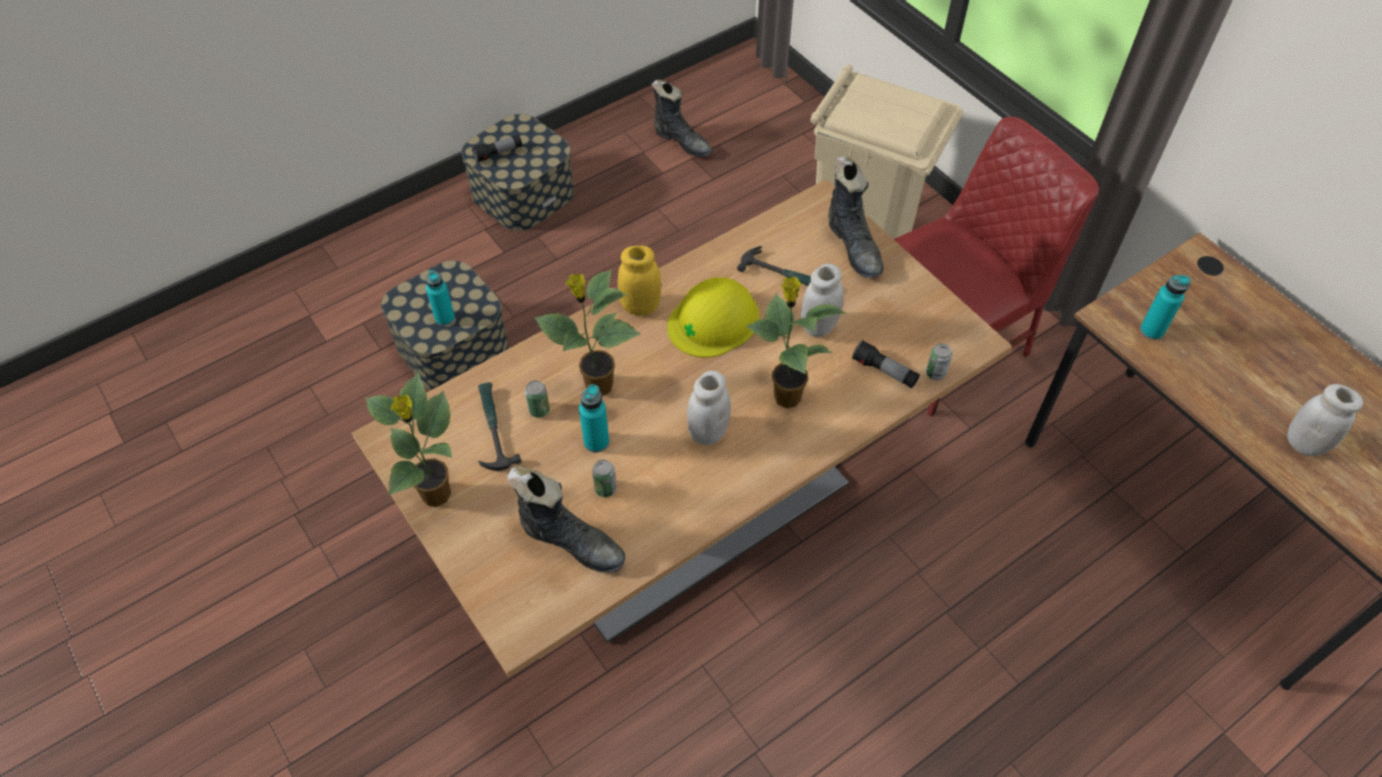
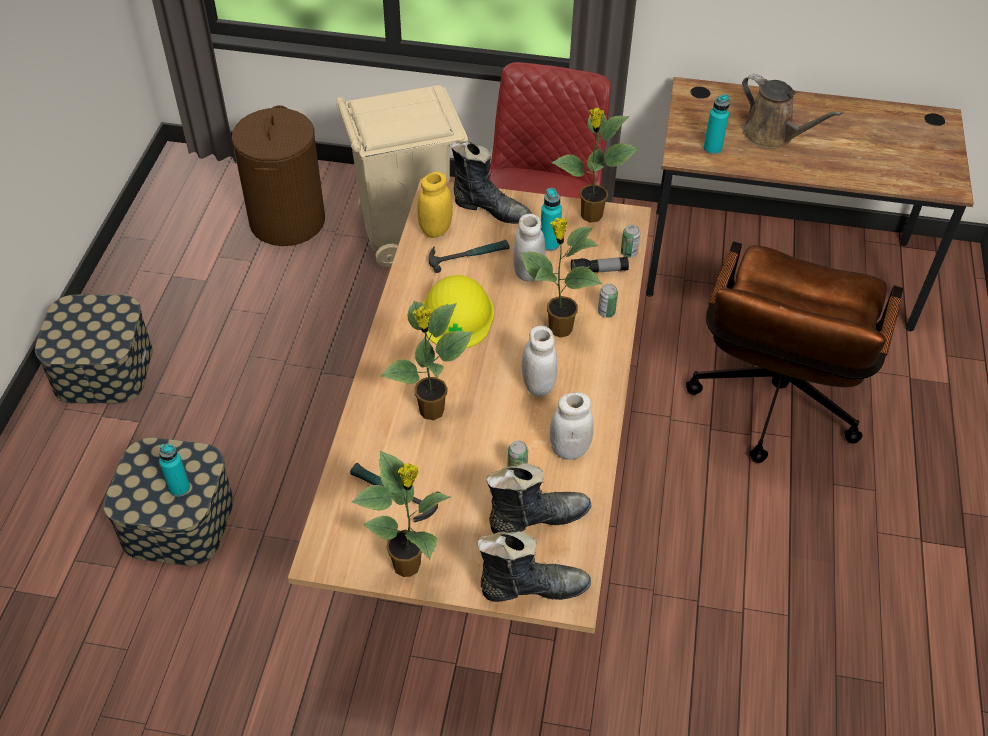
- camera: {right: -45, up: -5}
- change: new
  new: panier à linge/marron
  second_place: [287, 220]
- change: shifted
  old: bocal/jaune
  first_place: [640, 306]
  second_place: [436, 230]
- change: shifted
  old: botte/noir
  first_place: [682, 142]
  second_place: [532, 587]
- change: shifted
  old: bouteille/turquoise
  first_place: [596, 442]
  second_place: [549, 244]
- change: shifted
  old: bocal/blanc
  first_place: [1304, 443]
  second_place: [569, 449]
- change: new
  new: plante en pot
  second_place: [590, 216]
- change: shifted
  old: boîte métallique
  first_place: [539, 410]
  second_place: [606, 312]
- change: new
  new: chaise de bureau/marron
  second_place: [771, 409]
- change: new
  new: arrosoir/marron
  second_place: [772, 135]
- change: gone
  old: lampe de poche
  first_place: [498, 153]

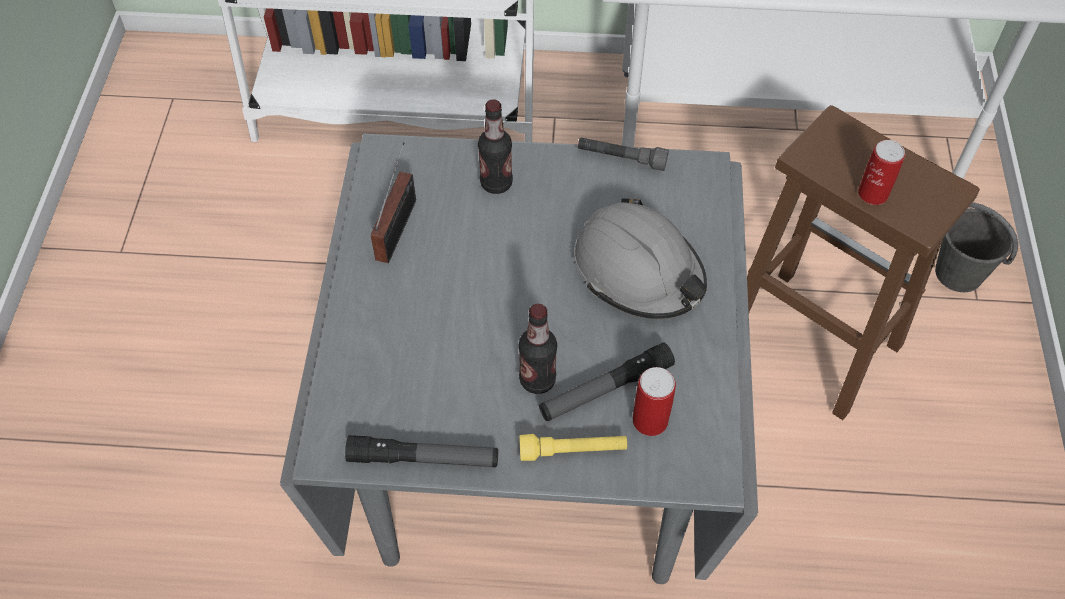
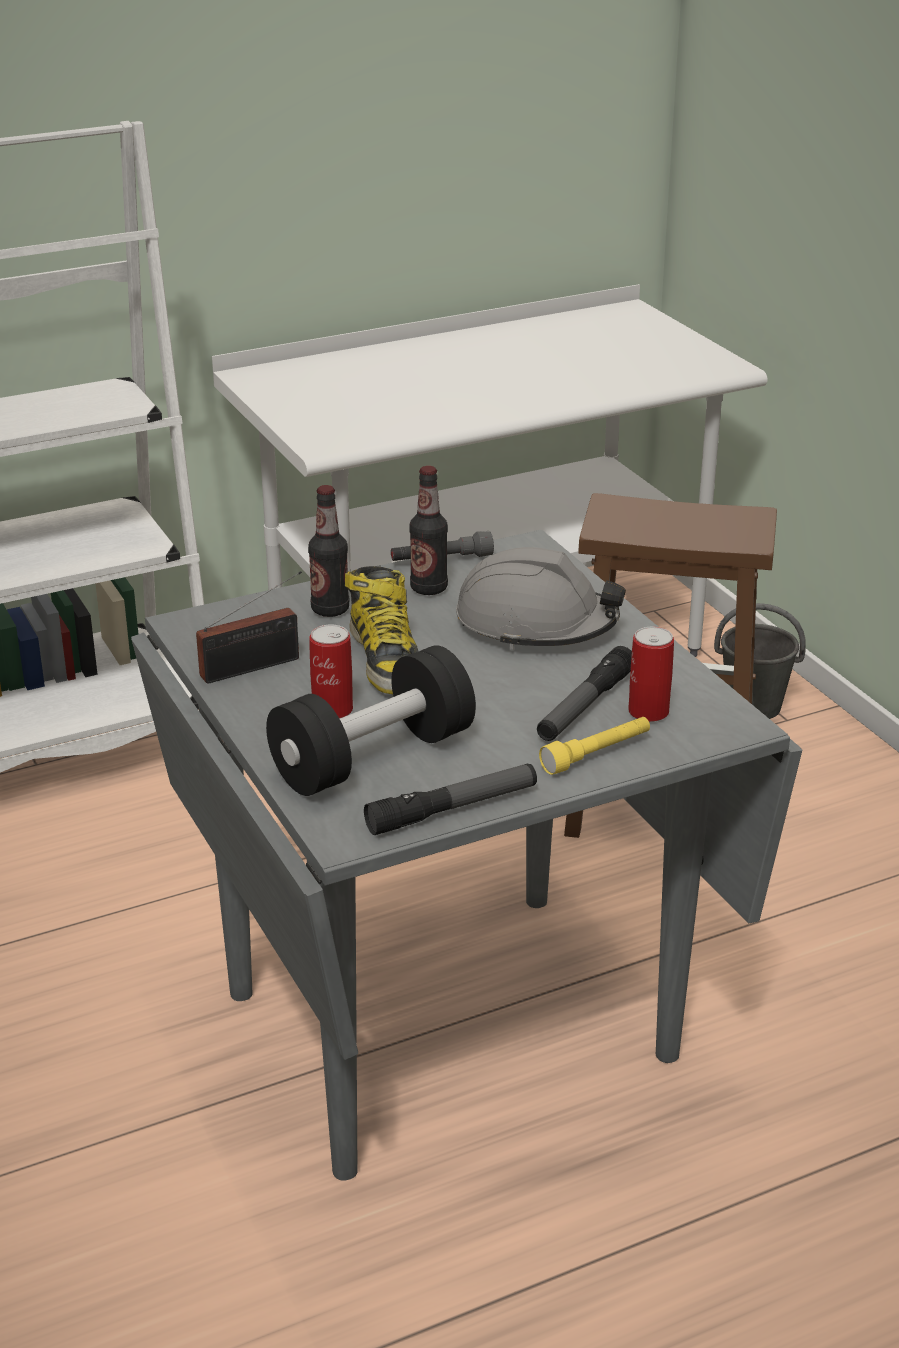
- camera: {right: -30, up: -25}
- change: rotated
  old: radio
  first_place: [399, 226]
  second_place: [256, 666]
  degrees: 75
- change: new
  new: haltère/noir
  second_place: [373, 757]
- change: shifted
  old: boîte métallique
  first_place: [873, 194]
  second_place: [332, 710]
- change: new
  new: botte
  second_place: [386, 659]
- change: shifted
  old: bouteille
  first_place: [537, 380]
  second_place: [429, 588]

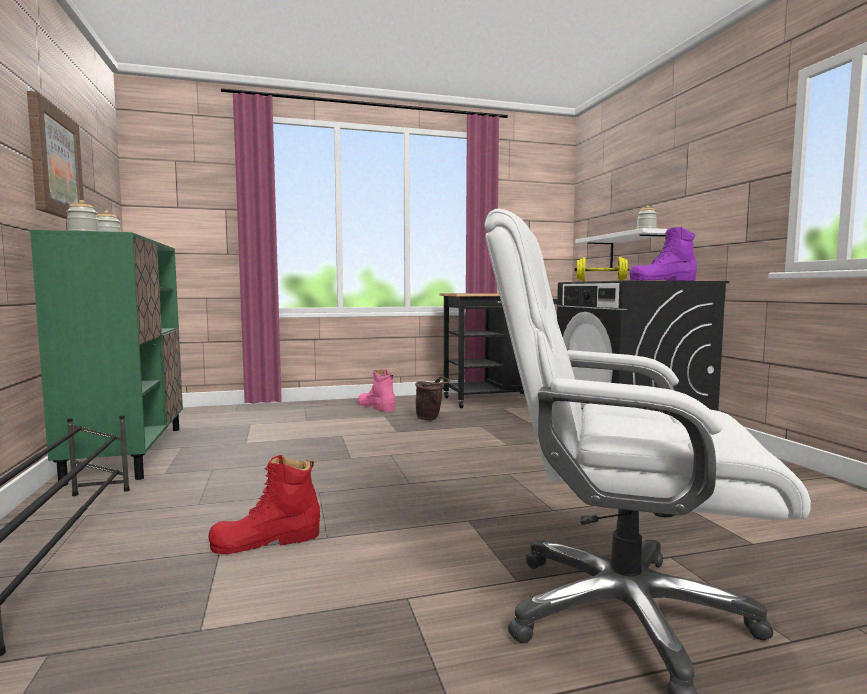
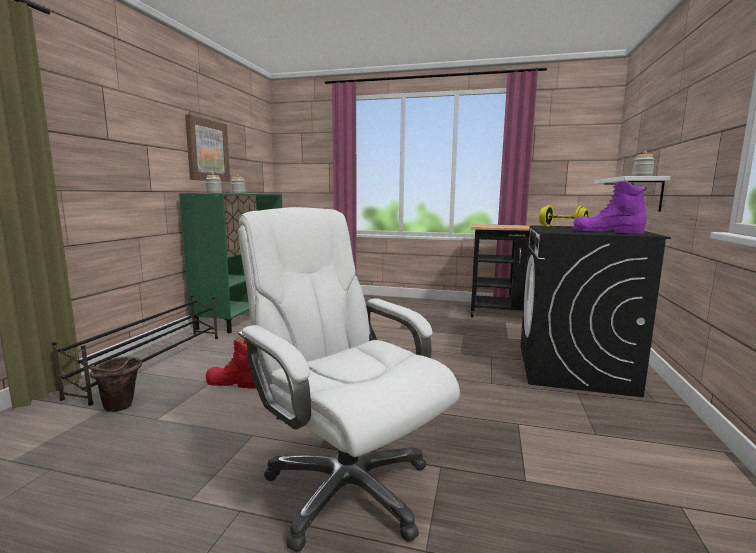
- camera: {right: 30, up: 5}
- change: shifted
  old: seau/marron
  first_place: [431, 418]
  second_place: [121, 408]
- change: gone
  old: botte/rose
  first_place: [376, 407]

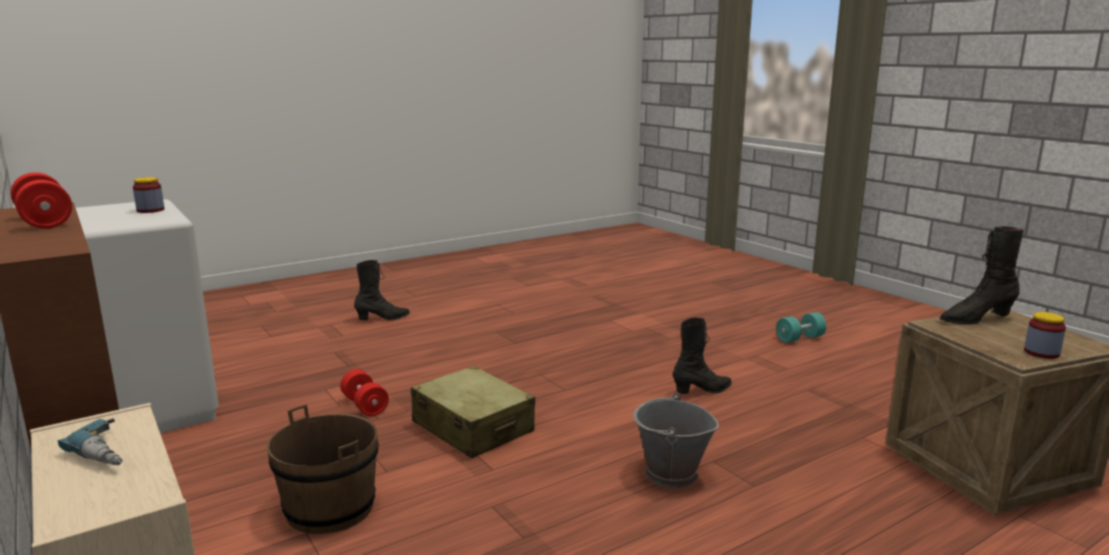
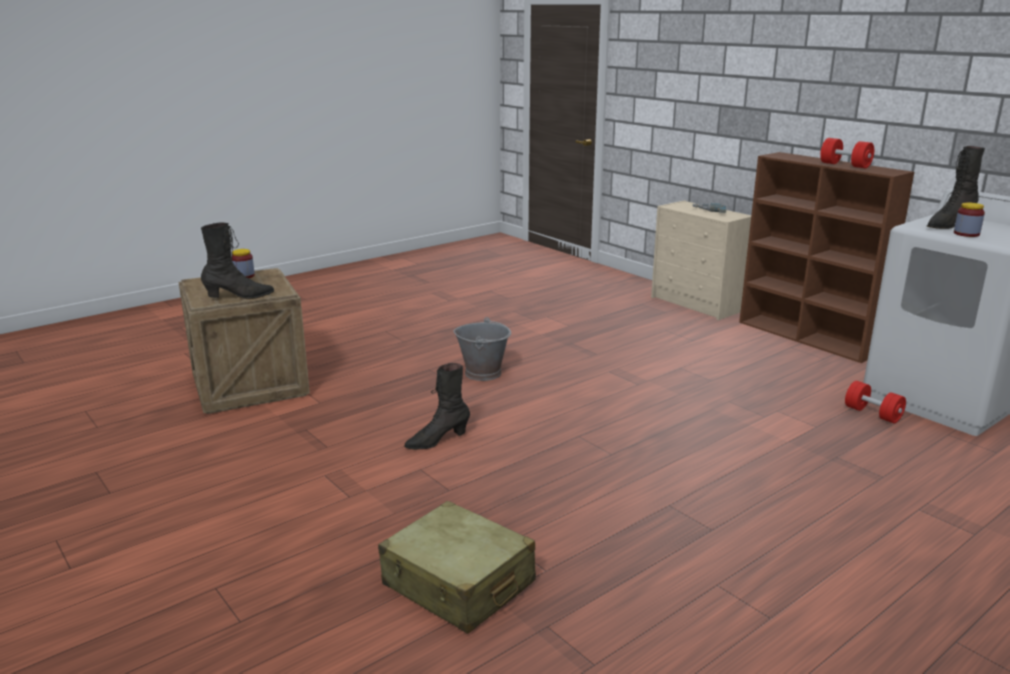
- camera: {right: 175, up: 5}
- change: shifted
  old: valise/beige
  first_place: [473, 427]
  second_place: [458, 584]
- change: shifted
  old: haltère/rouge
  first_place: [365, 405]
  second_place: [872, 414]
- change: shifted
  old: botte/noir
  first_place: [383, 318]
  second_place: [948, 225]
- change: gone
  old: seau/marron
  first_place: [330, 508]
- change: gone
  old: haltère/turquoise
  first_place: [800, 338]

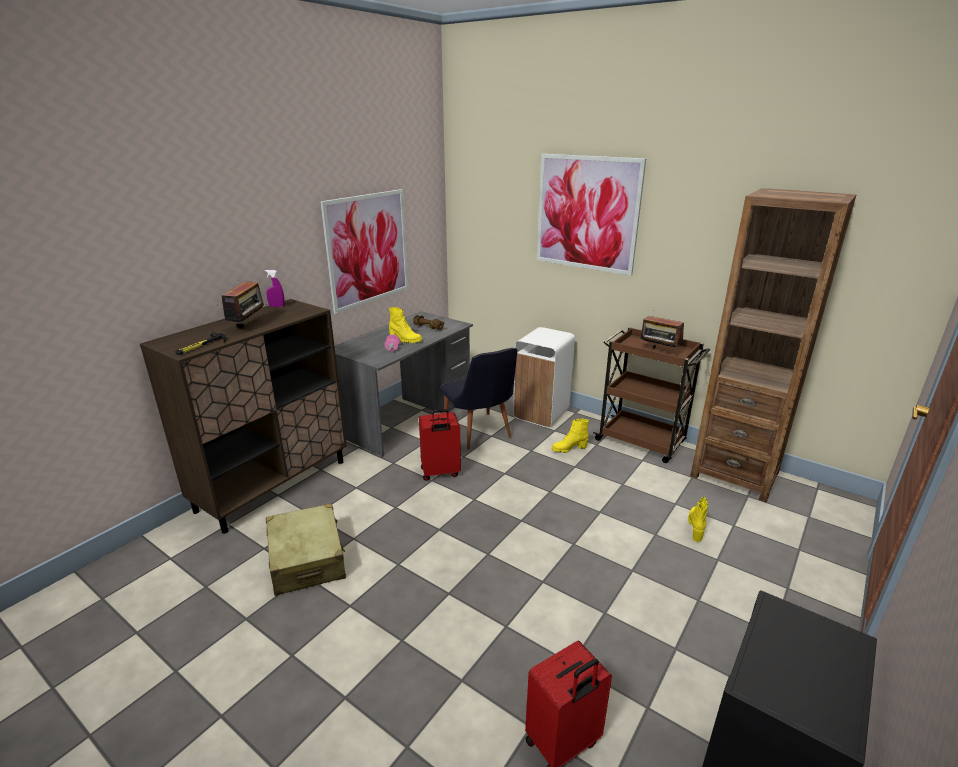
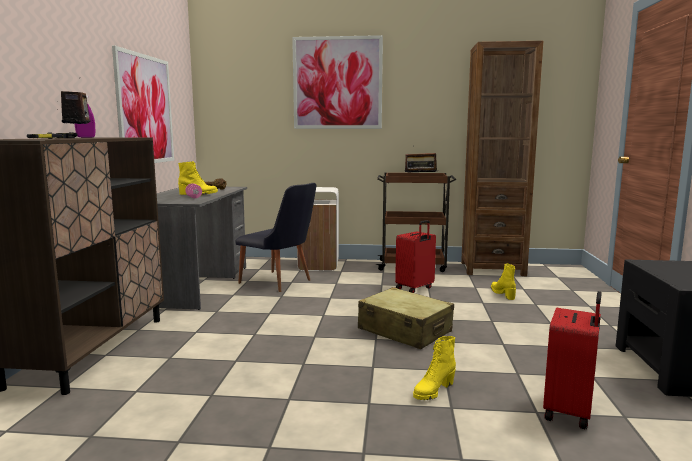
- camera: {right: -30, up: -15}
- change: shifted
  old: valise/beige
  first_place: [307, 559]
  second_place: [404, 331]
- change: shifted
  old: valise/rouge
  first_place: [440, 473]
  second_place: [415, 288]
- change: shifted
  old: botte/jaune
  first_place: [569, 449]
  second_place: [433, 391]

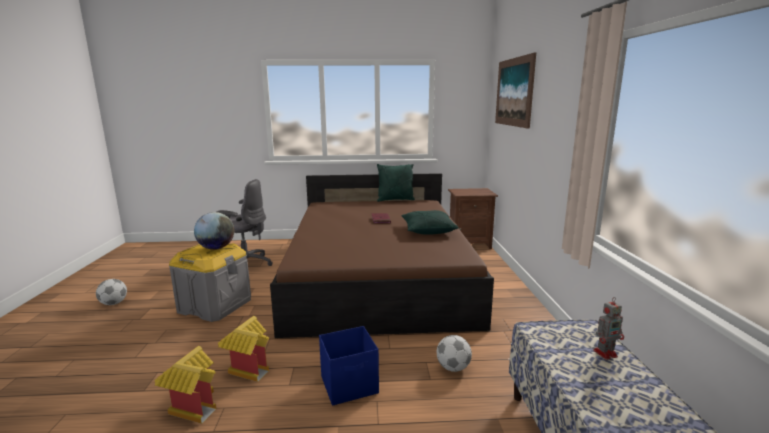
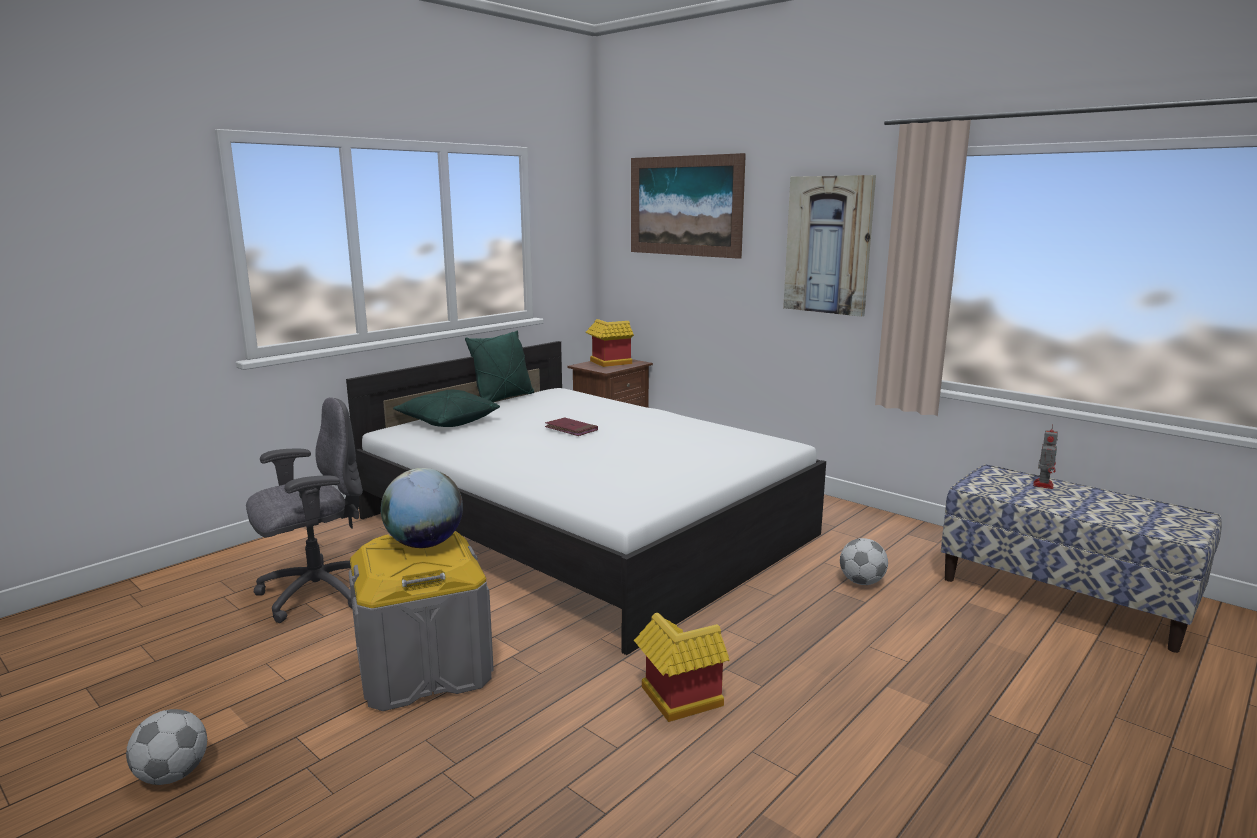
- camera: {right: -45, up: 0}
- change: repainted
  old: lit/marron
  new: lit/blanc
  first_place: [378, 276]
  second_place: [583, 526]
- change: shifted
  old: coussin/vert
  first_place: [428, 230]
  second_place: [447, 422]
- change: shifted
  old: maison miniature
  first_place: [192, 406]
  second_place: [608, 363]
- change: new
  new: tableau
  second_place: [828, 245]
- change: gone
  old: boîte de rangement/bleu
  first_place: [350, 385]

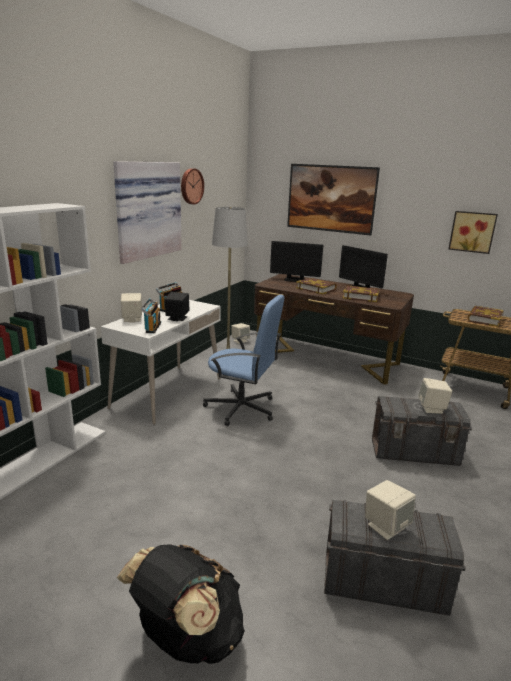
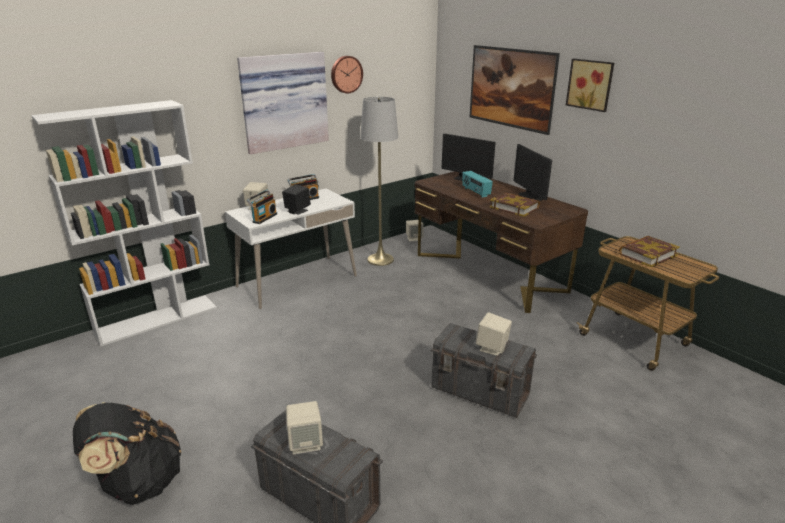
- camera: {right: 25, up: 5}
- change: swapped
  old: livre
  new: radio
  first_place: [316, 288]
  second_place: [475, 192]
- change: shifted
  old: tableau
  first_place: [472, 232]
  second_place: [590, 84]
- change: gone
  old: chaise de bureau/bleu
  first_place: [242, 408]

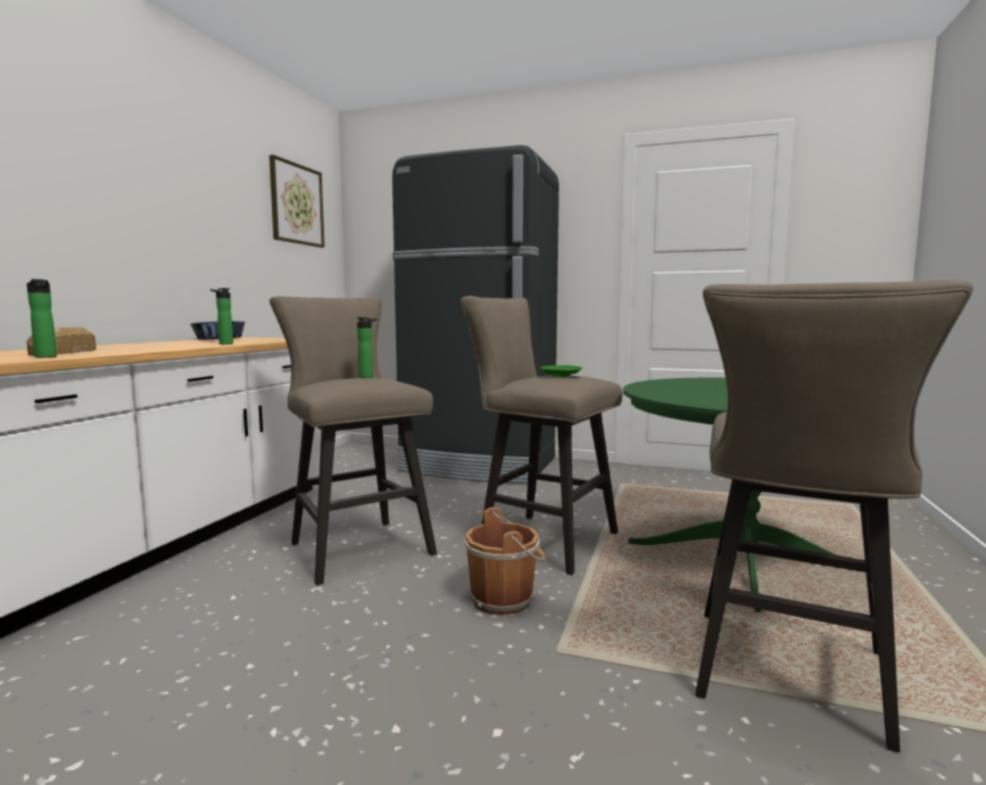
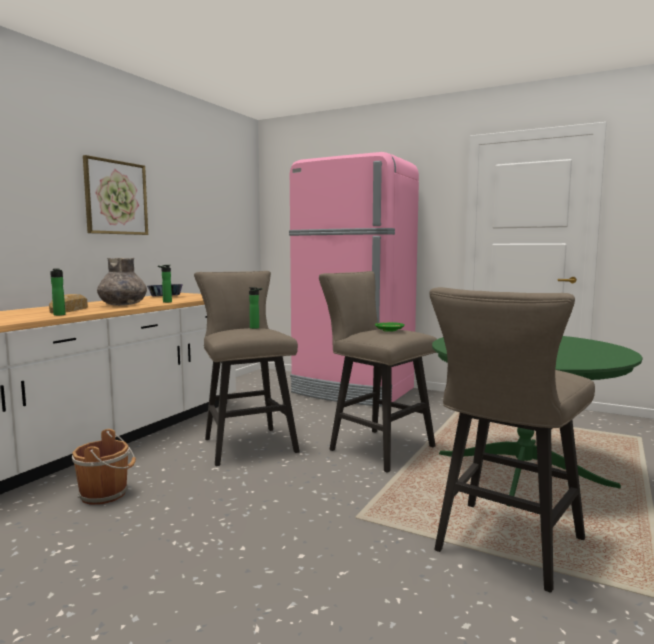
- camera: {right: 10, up: 0}
- change: shifted
  old: seau/marron
  first_place: [504, 599]
  second_place: [106, 494]
- change: shifted
  old: tableau
  first_place: [296, 204]
  second_place: [116, 197]
- change: new
  new: vase/gris
  second_place: [123, 305]
- change: repainted
  old: réfrigérateur/noir
  new: réfrigérateur/rose
  first_place: [479, 466]
  second_place: [353, 391]

